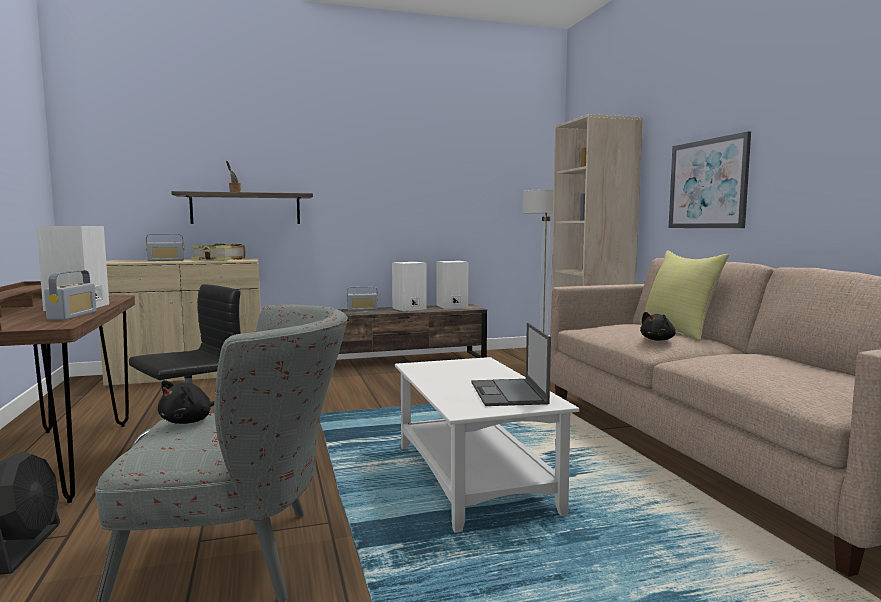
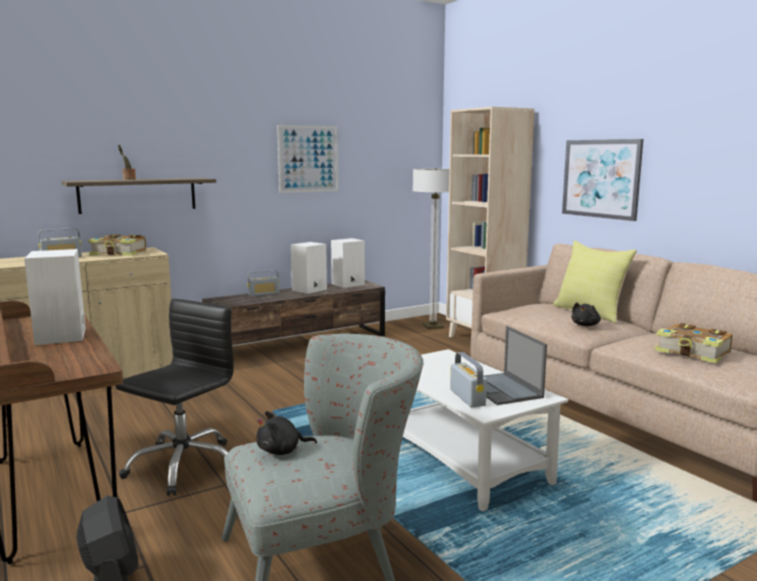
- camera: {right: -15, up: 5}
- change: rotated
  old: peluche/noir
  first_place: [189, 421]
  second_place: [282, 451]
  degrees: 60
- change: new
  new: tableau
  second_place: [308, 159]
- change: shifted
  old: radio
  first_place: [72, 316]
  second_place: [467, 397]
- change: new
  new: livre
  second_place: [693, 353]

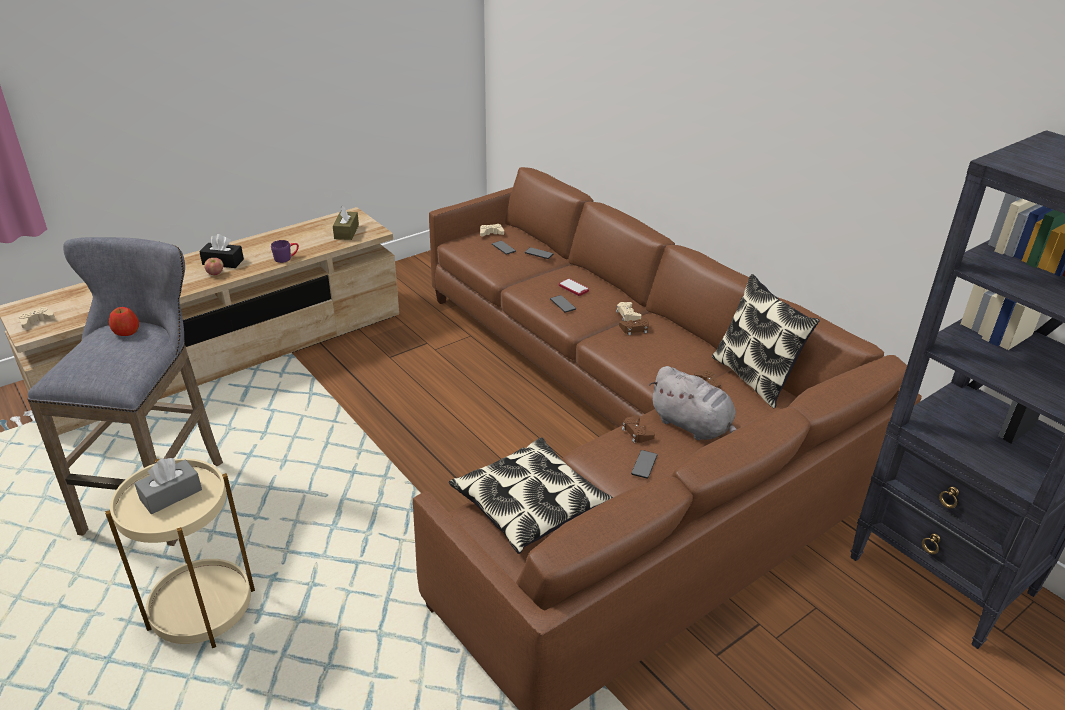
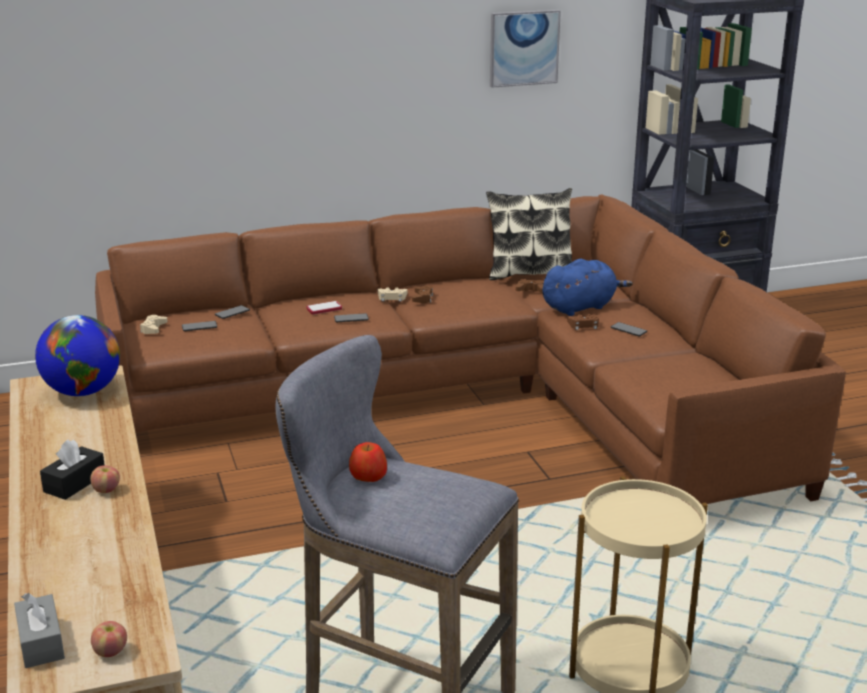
- camera: {right: -70, up: -10}
- change: shifted
  old: boîte à mouchoirs/gris
  first_place: [171, 495]
  second_place: [41, 642]
- change: swapped
  old: boîte à mouchoirs/marron
  new: globe
  first_place: [346, 232]
  second_place: [83, 391]
- change: swapped
  old: manette/beige
  new: pomme
  first_place: [36, 321]
  second_place: [110, 652]
- change: new
  new: tableau
  second_place: [523, 48]
- change: repainted
  old: peluche/gris
  new: peluche/bleu
  first_place: [693, 426]
  second_place: [581, 307]
- change: gone
  old: mug/violet
  first_place: [286, 258]
- change: gone
  old: coussin
  first_place: [530, 504]

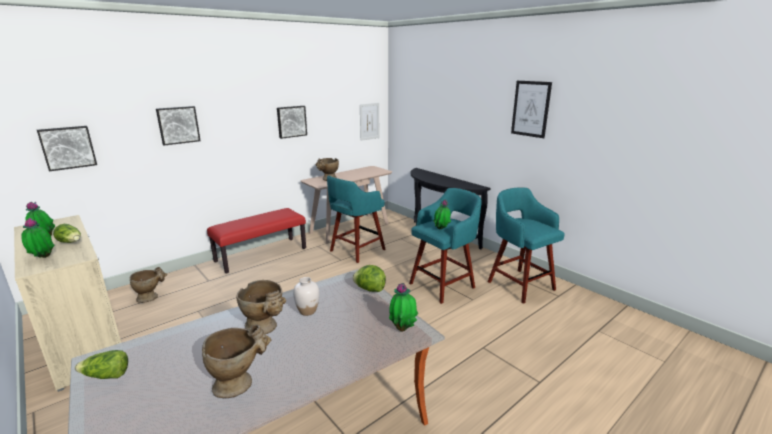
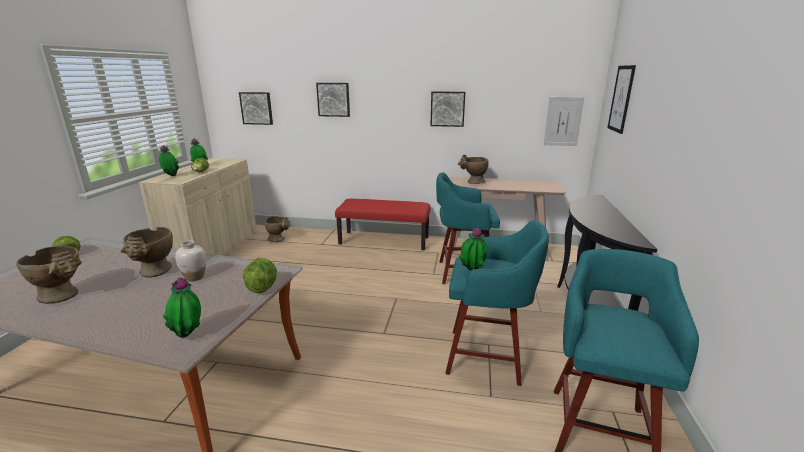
- camera: {right: 50, up: 0}
- change: shifted
  old: tableau
  first_place: [530, 109]
  second_place: [621, 99]

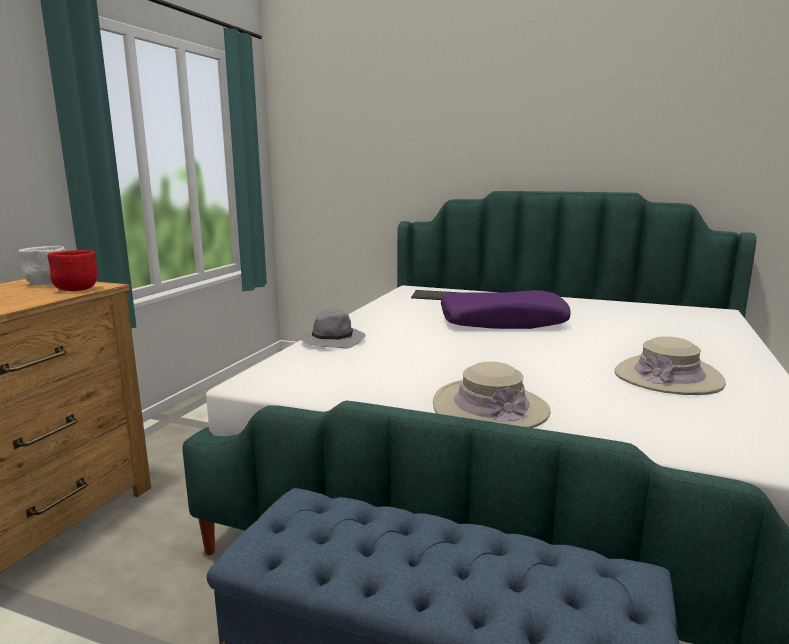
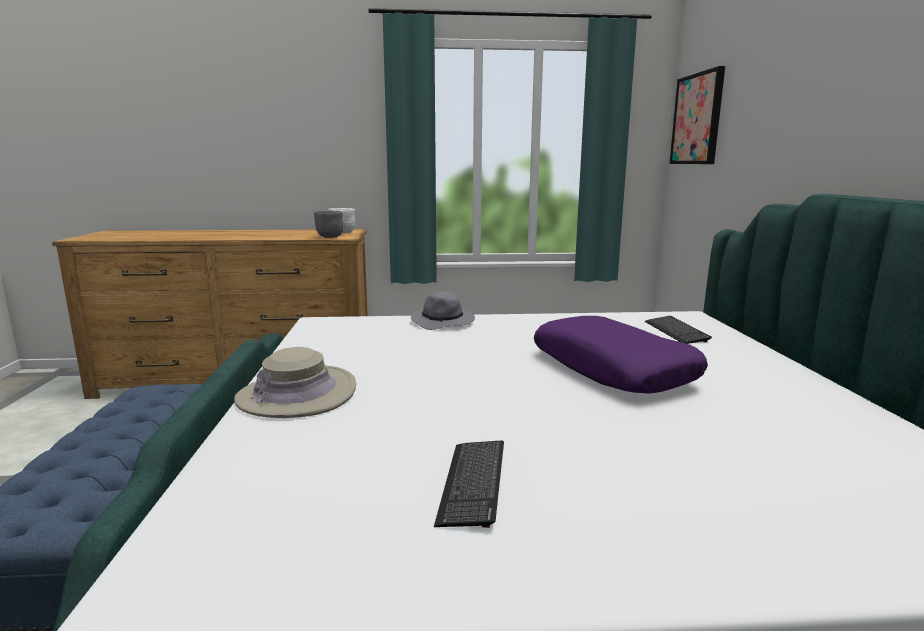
- camera: {right: 65, up: 0}
- change: repainted
  old: bol/rouge
  new: bol/gris
  first_place: [77, 290]
  second_place: [329, 237]
- change: swapped
  old: chapeau/beige
  new: clavier
  first_place: [668, 377]
  second_place: [473, 483]
- change: new
  new: tableau
  second_place: [697, 119]

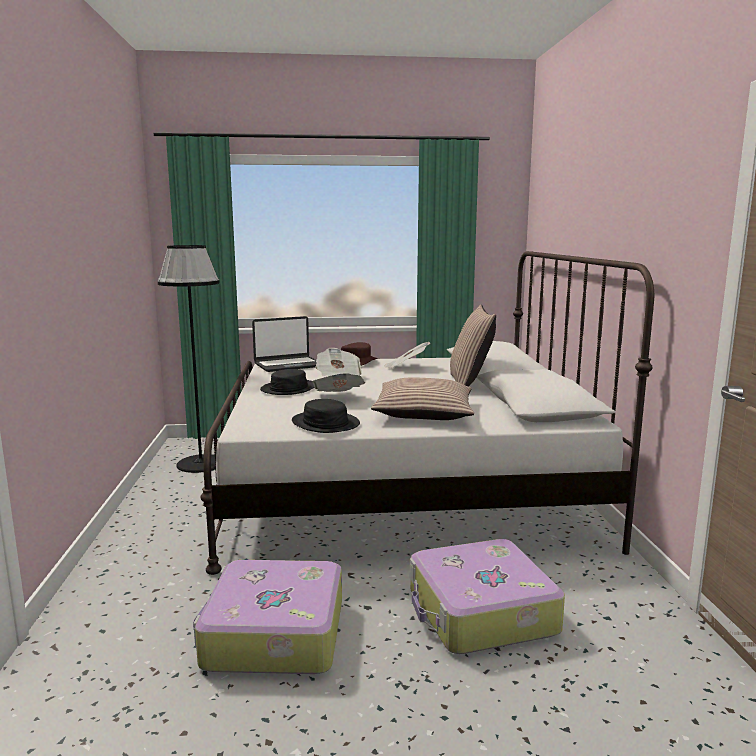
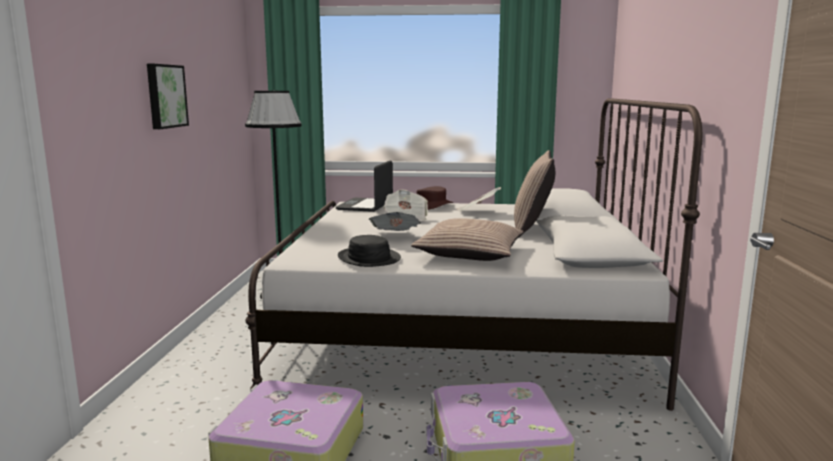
- camera: {right: 10, up: 0}
- change: new
  new: tableau
  second_place: [165, 96]
- change: rotated
  old: ordinateur portable
  first_place: [288, 365]
  second_place: [366, 206]
  degrees: 120
- change: gone
  old: chapeau/noir
  first_place: [288, 388]

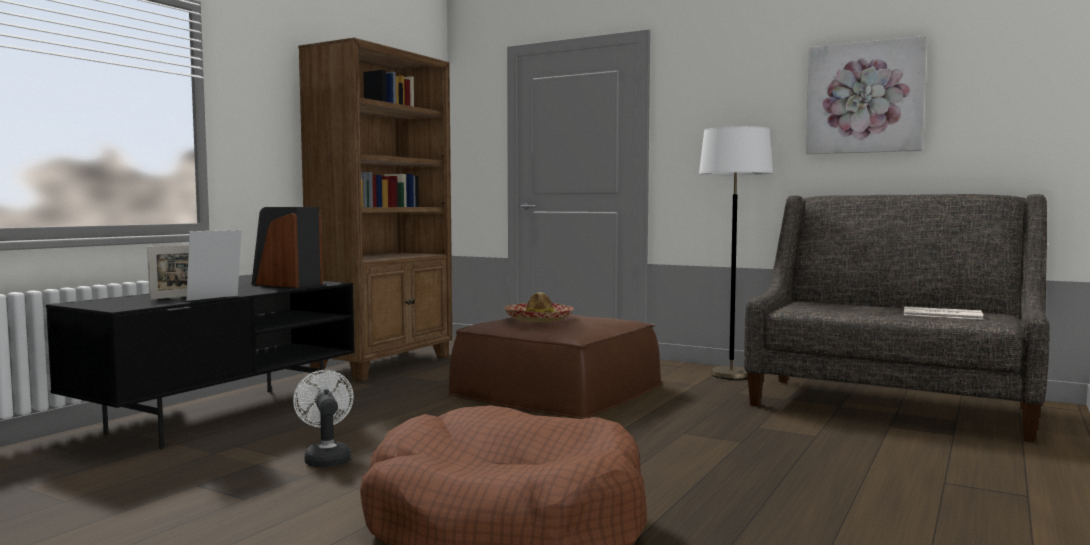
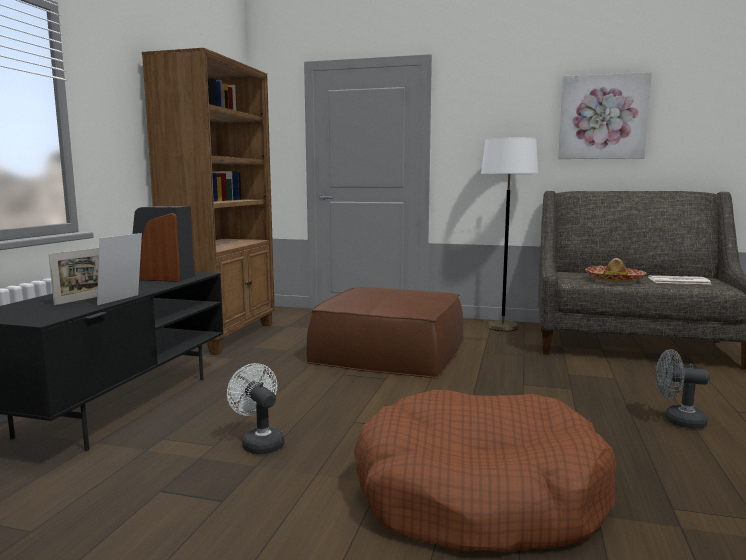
- camera: {right: -15, up: 5}
- change: shifted
  old: chapeau
  first_place: [539, 319]
  second_place: [614, 280]
- change: new
  new: ventilateur/gris
  second_place: [677, 421]

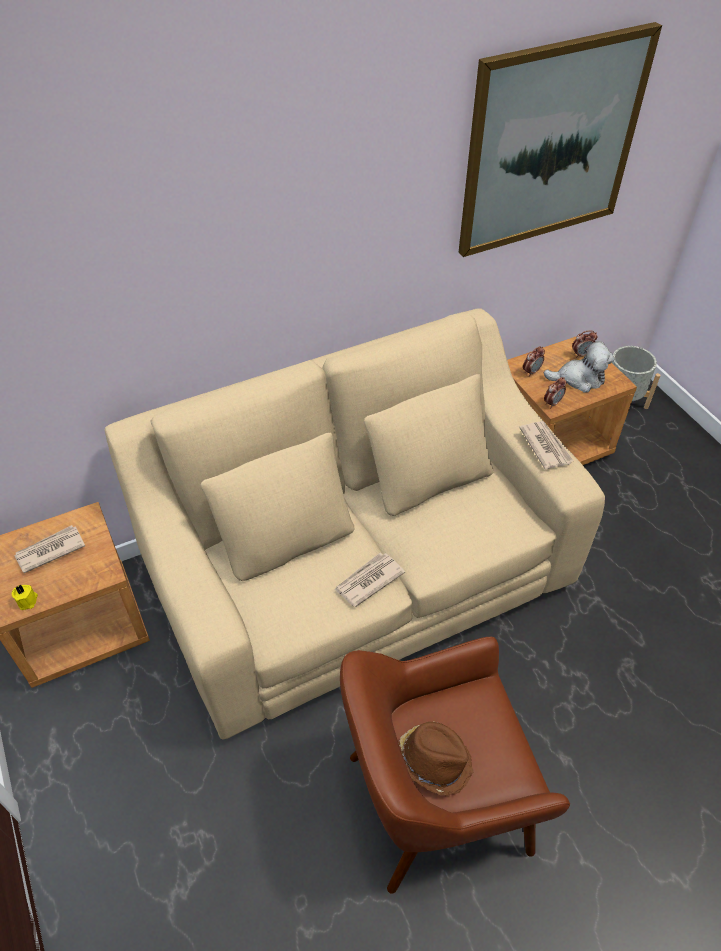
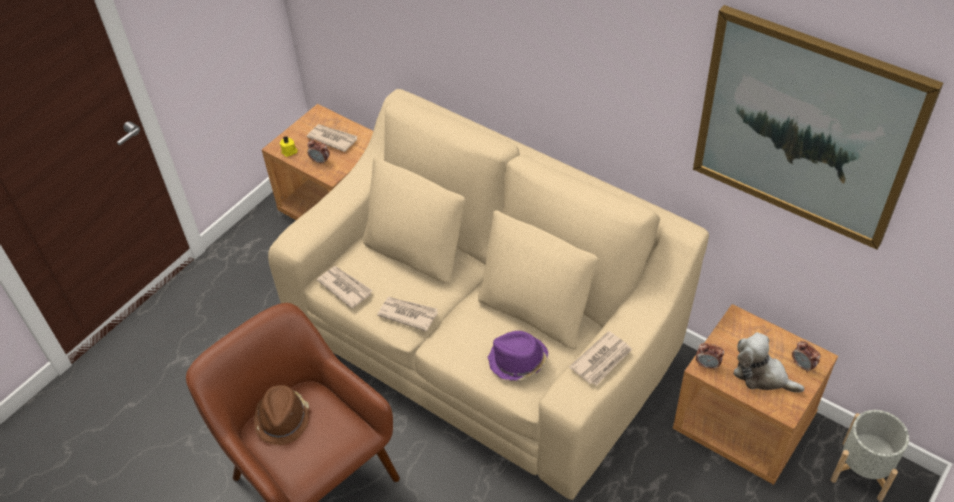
- camera: {right: 65, up: 0}
- change: shifted
  old: réveil
  first_place: [531, 372]
  second_place: [320, 161]
- change: new
  new: journal
  second_place: [345, 287]
- change: new
  new: chapeau/violet
  second_place: [517, 361]
- change: rotated
  old: peluche
  first_place: [579, 379]
  second_place: [762, 375]
  degrees: 150

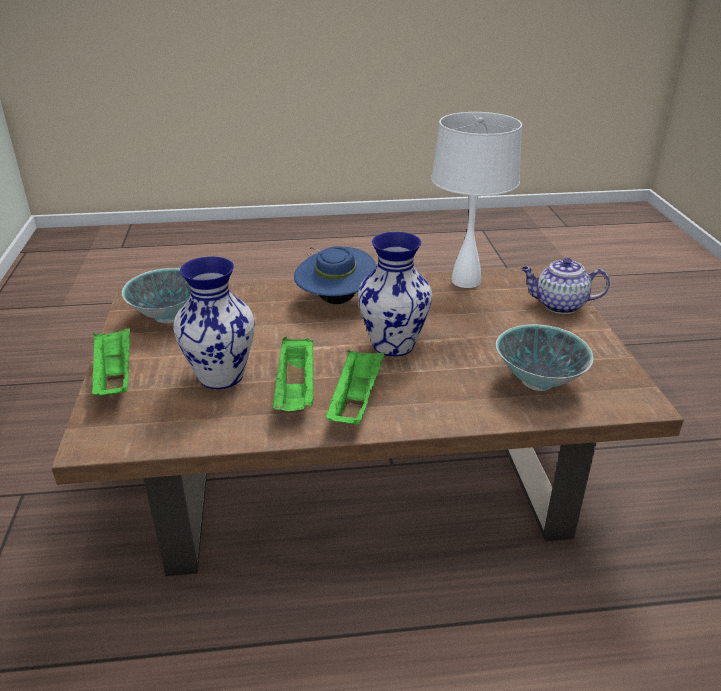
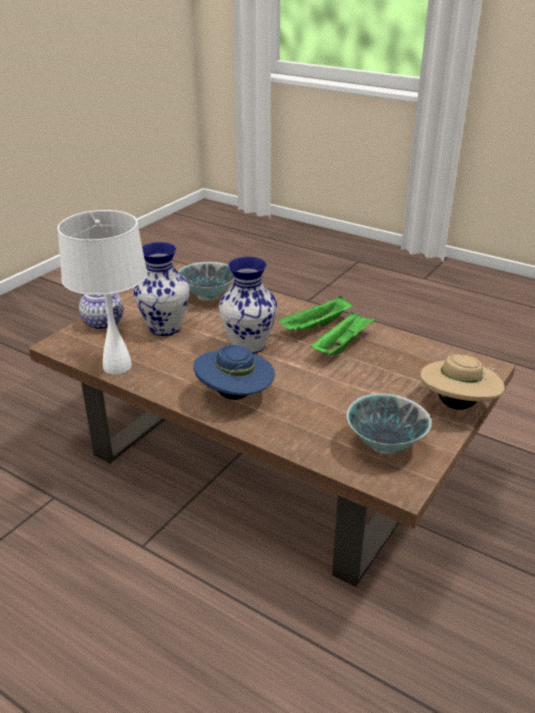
- camera: {right: -140, up: 0}
- change: shifted
  old: vase
  first_place: [220, 376]
  second_place: [165, 328]
- change: swapped
  old: plateau/vert
  new: chapeau/beige
  first_place: [115, 377]
  second_place: [457, 405]

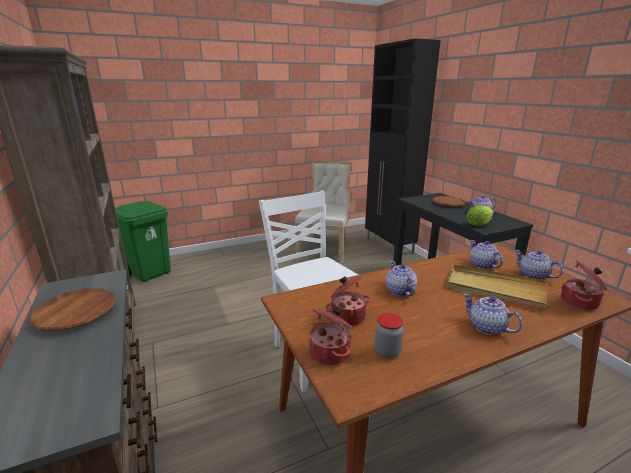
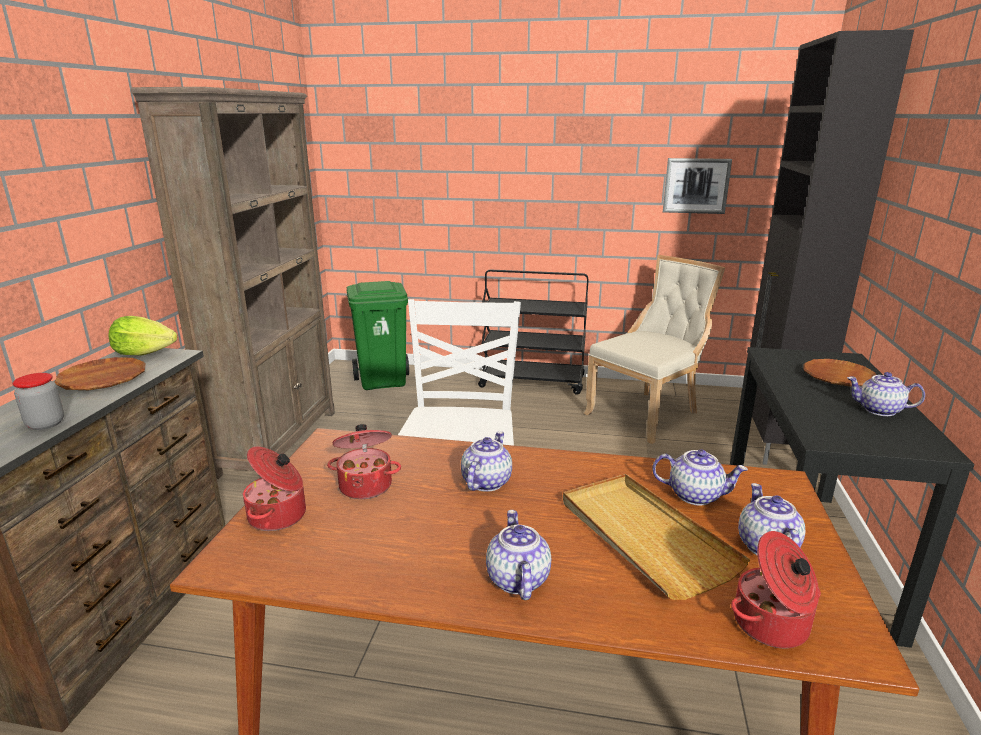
- camera: {right: 35, up: 0}
- change: shifted
  old: bocal
  first_place: [387, 351]
  second_place: [45, 424]
- change: shifted
  old: laitue
  first_place: [478, 224]
  second_place: [144, 353]
- change: new
  new: chariot/noir
  second_place: [533, 382]
- change: rotated
  old: théière
  first_place: [482, 265]
  second_place: [695, 495]
  degrees: 90
- change: new
  new: tableau
  second_place: [696, 185]

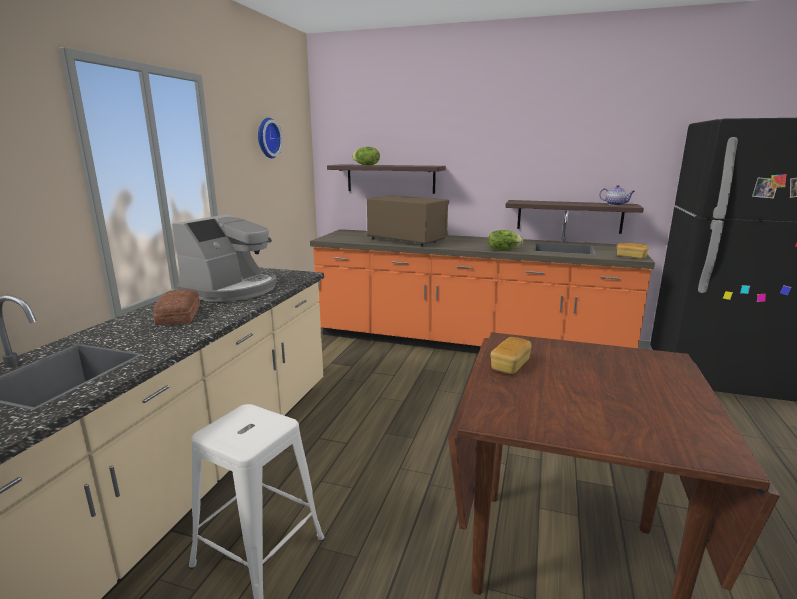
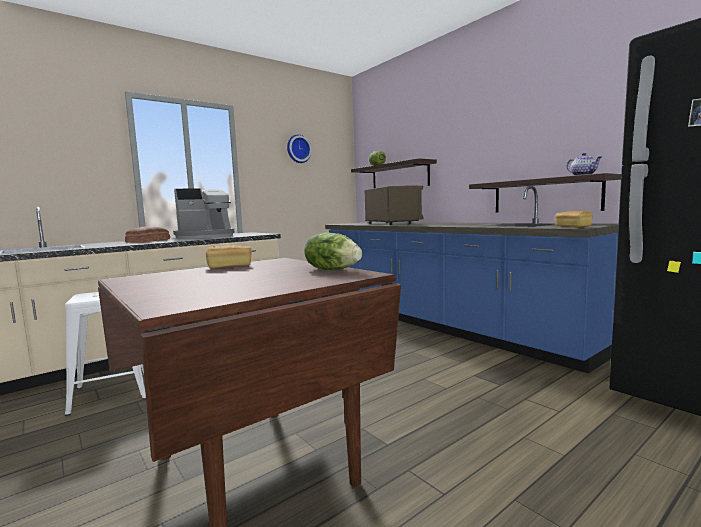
- camera: {right: 35, up: -10}
- change: shifted
  old: laitue
  first_place: [503, 250]
  second_place: [333, 270]
- change: repainted
  old: comptoir de cuisine/orange
  new: comptoir de cuisine/bleu
  first_place: [466, 343]
  second_place: [440, 324]

